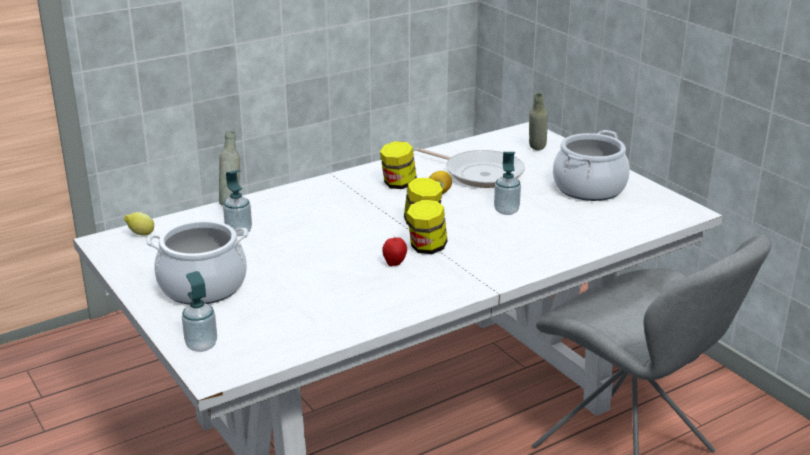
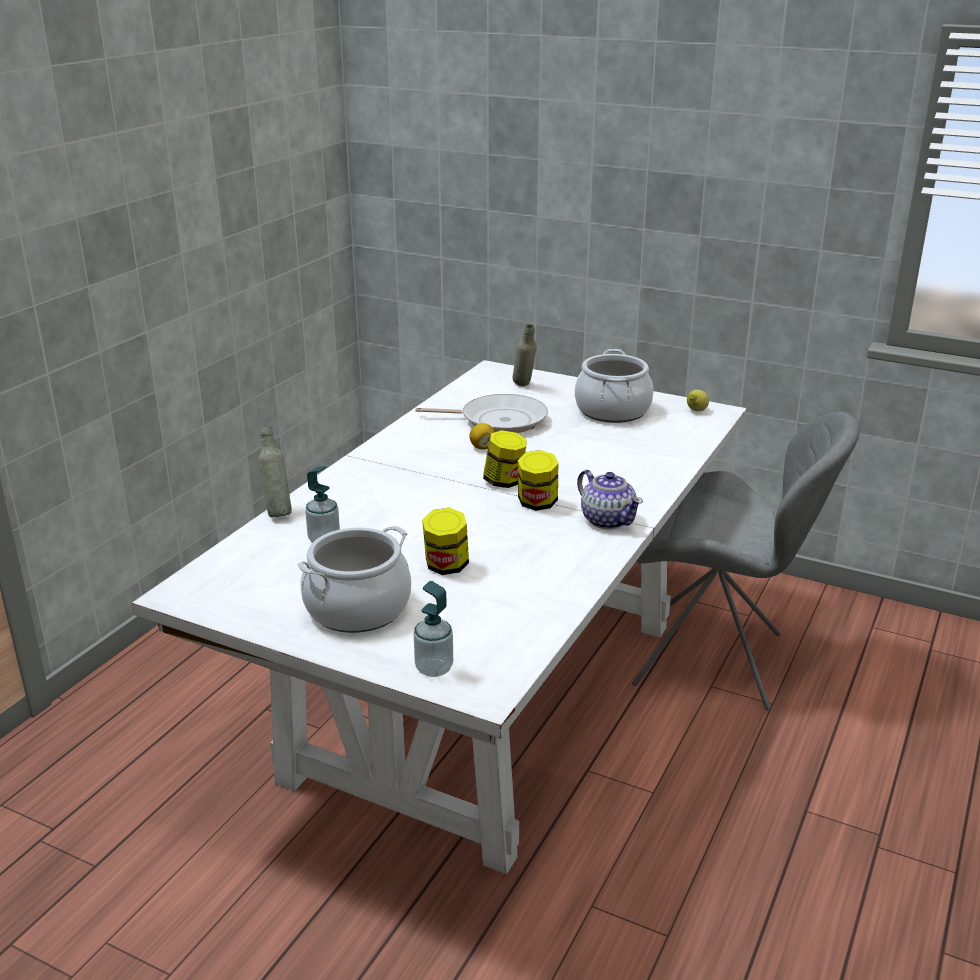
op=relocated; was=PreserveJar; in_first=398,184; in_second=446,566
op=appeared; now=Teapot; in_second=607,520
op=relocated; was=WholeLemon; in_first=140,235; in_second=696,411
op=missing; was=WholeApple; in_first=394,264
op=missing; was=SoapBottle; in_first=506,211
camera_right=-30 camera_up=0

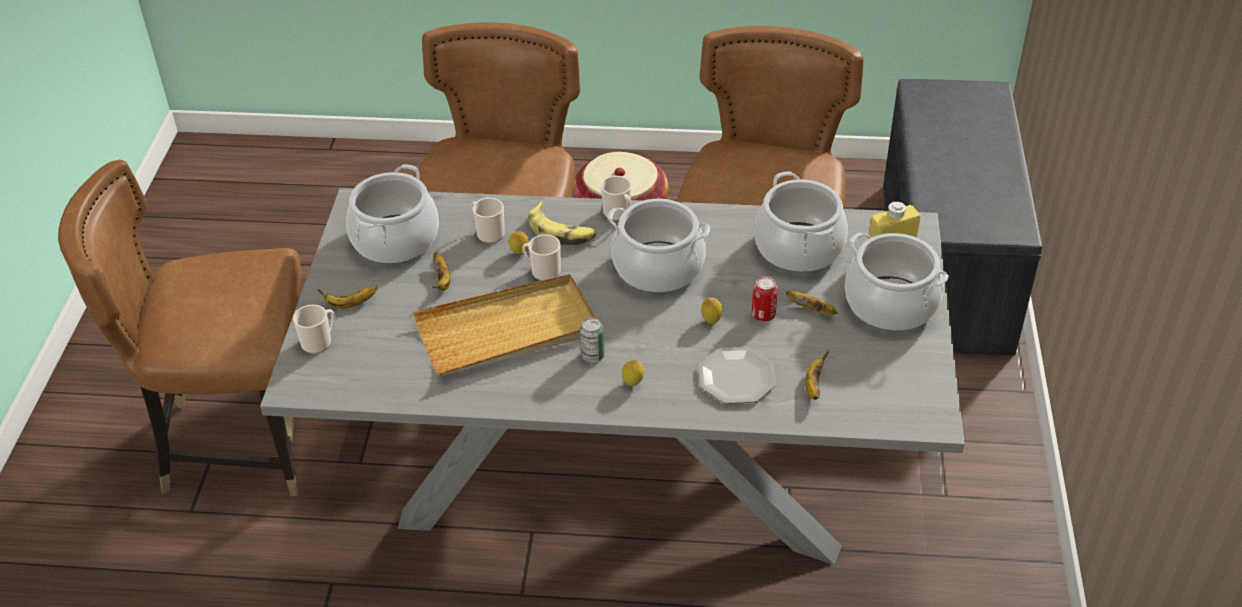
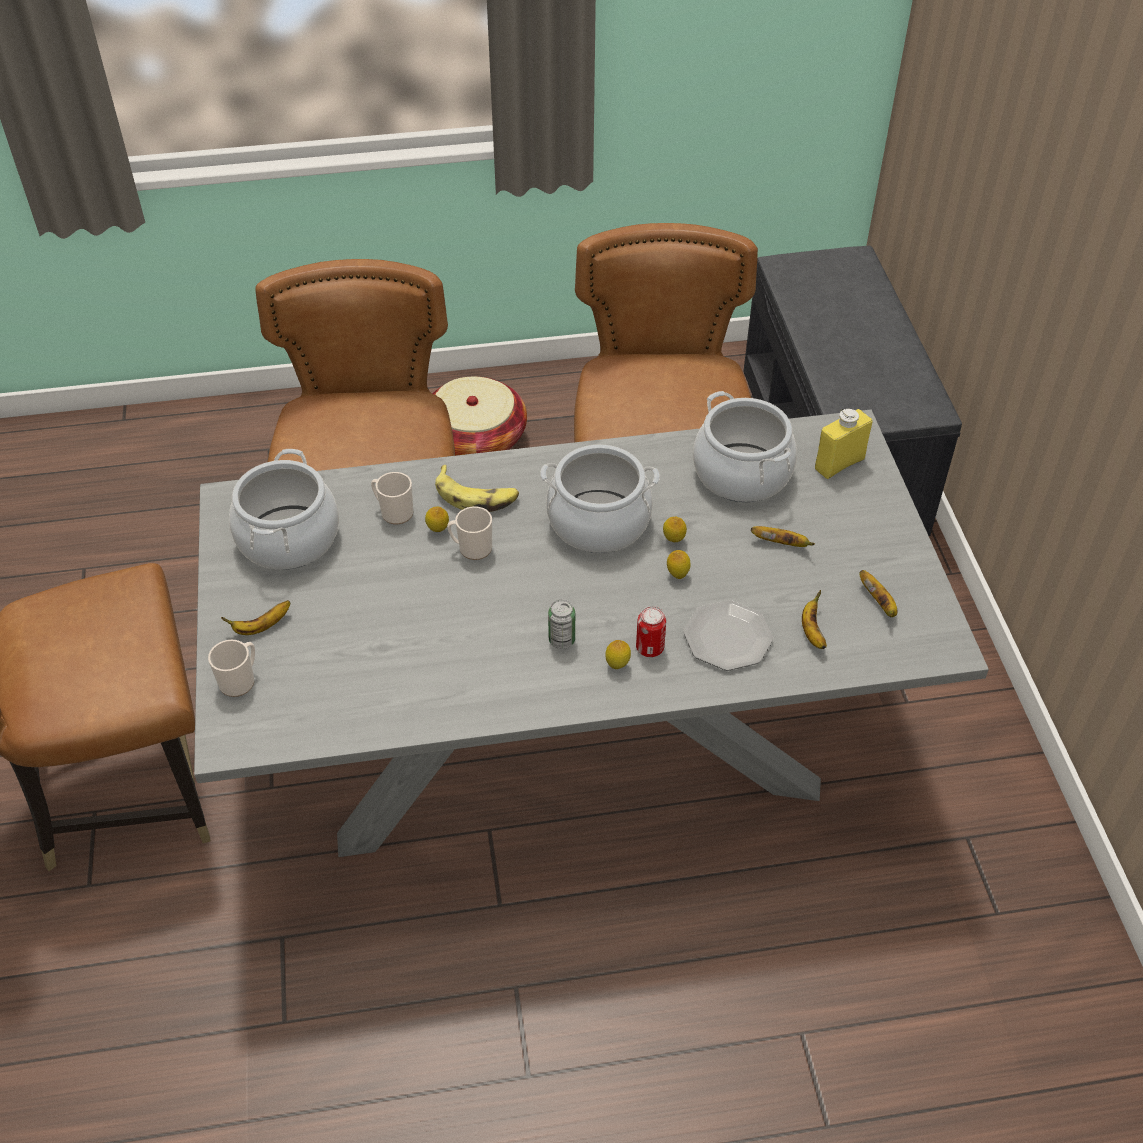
op=relocated; was=MetalCan; in_first=763,315; in_second=650,648
op=appeared; now=WholeLemon; in_second=673,540
op=relocated; was=Banana; in_first=442,280; in_second=879,603
op=missing; was=BeigeServingTray; in_first=508,330
op=missing; was=Mug; in_first=618,214
op=missing; was=CookingPot; in_first=891,304
camera_right=-15 camera_up=5

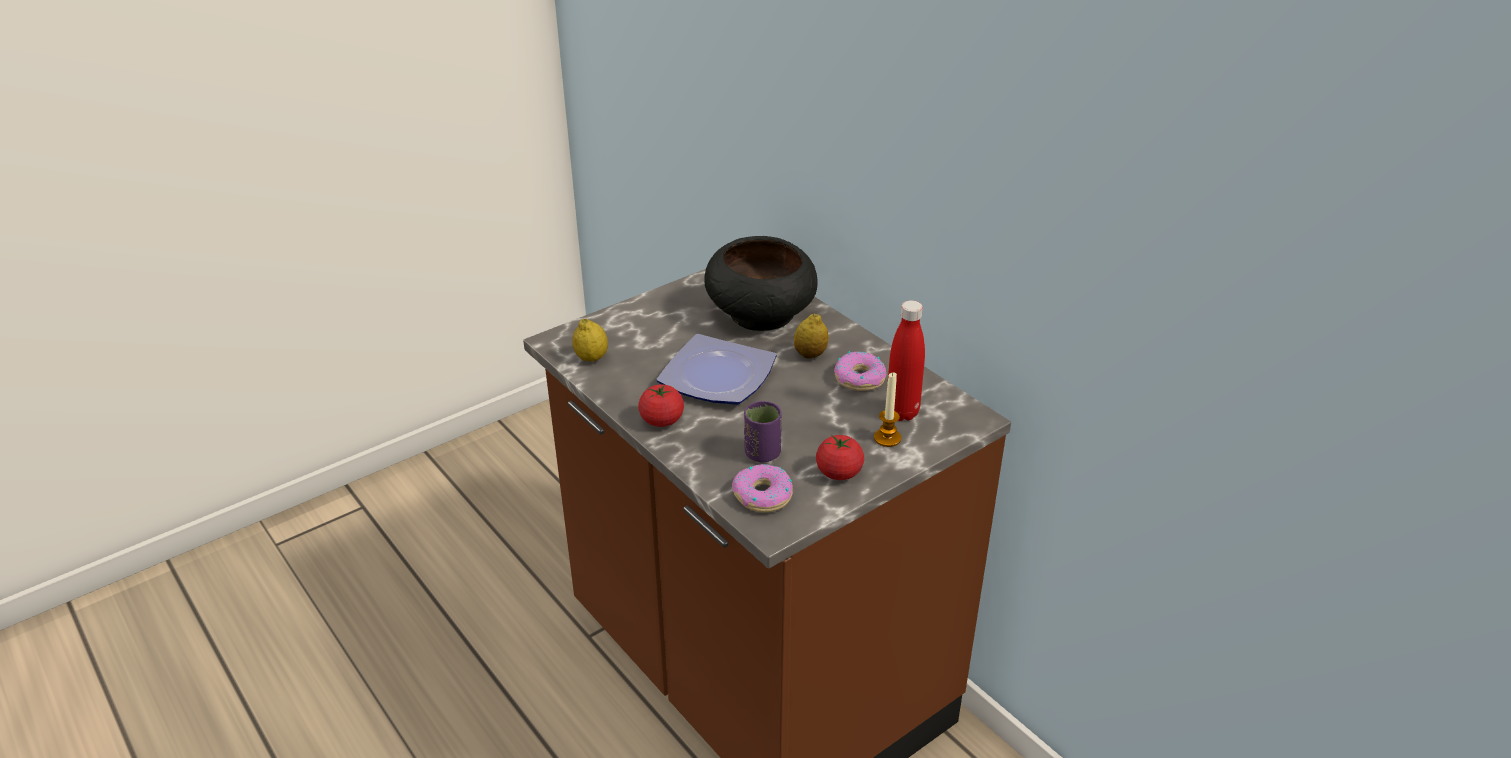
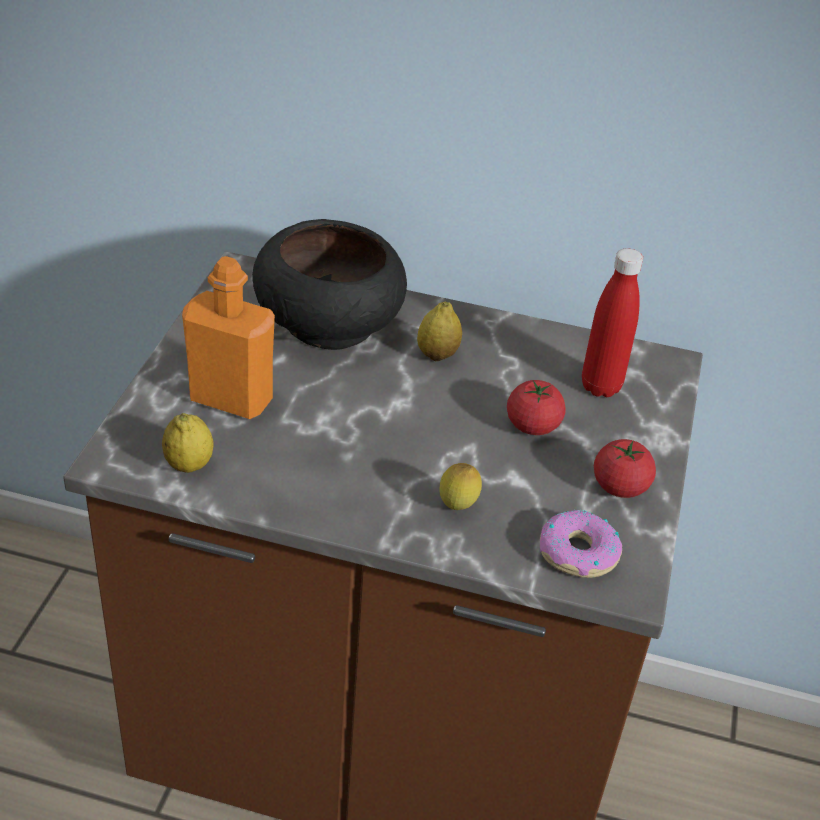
op=appeared; now=OrangeyBeverageBottle; in_second=231,399
op=appeared; now=WholeLemon; in_second=457,507
op=relocated; was=Tomato; in_first=662,420; in_second=532,426
op=missing; was=Plate; in_first=715,377
op=missing; was=PurpleColouredCup; in_first=762,454
op=missing; was=RingDoughnut; in_first=860,378
op=missing; was=WaxLight; in_first=887,438
camera_right=-40 camera_up=5

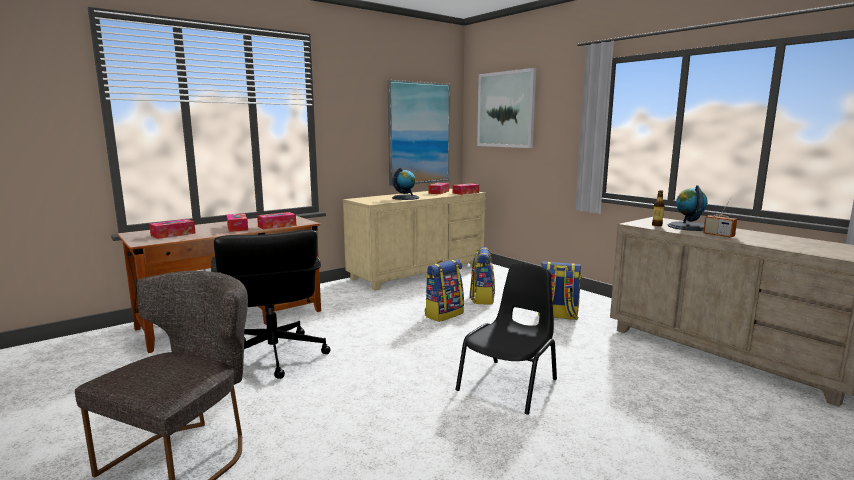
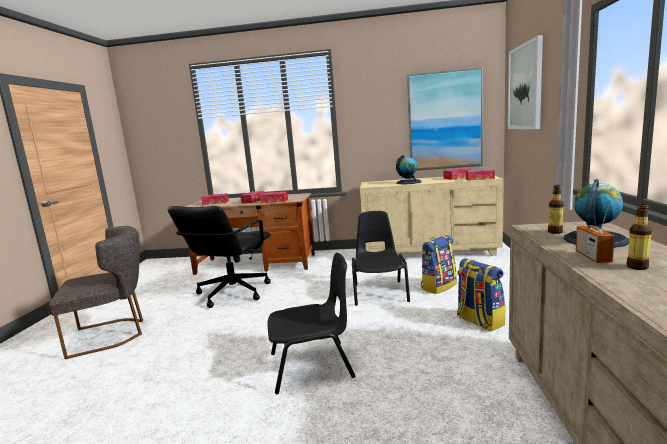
op=exchanged; was=Rucksack; now=BlackishChair; in_first=443,314; in_second=380,292
op=appeared; now=BeverageBottle; in_second=637,267
camera_right=45 camera_up=0

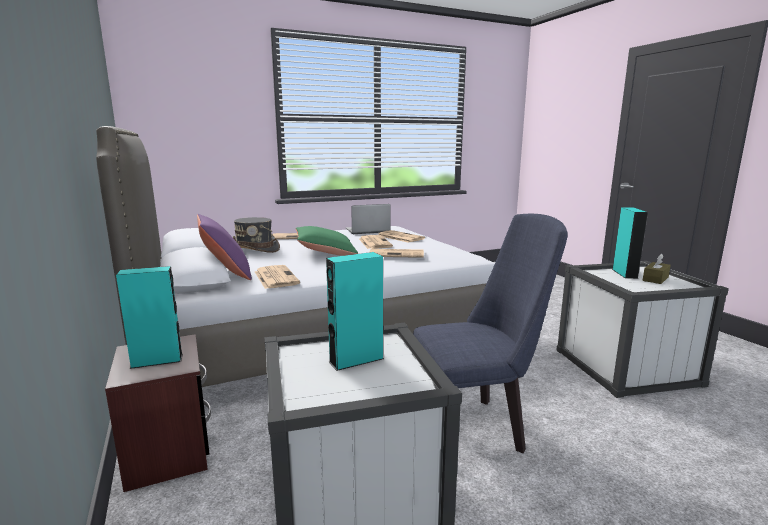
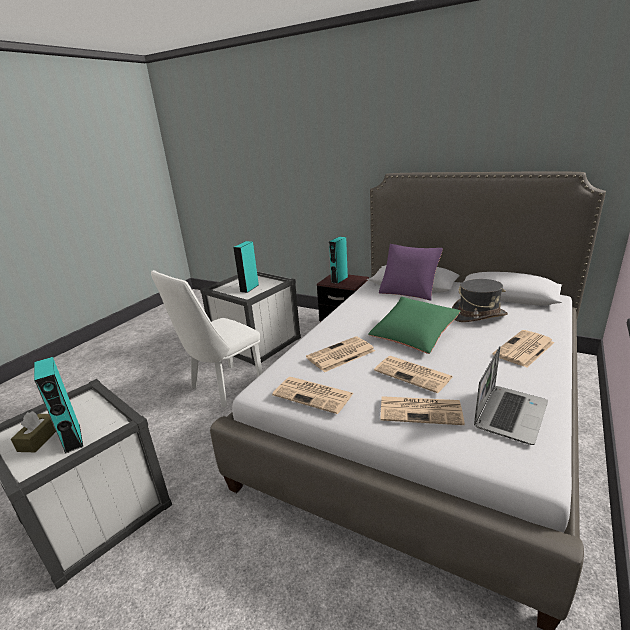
op=colour; was=BluishChair; now=WhiteChair; in_first=476,427; in_second=222,388
op=relocated; was=DailyPaper; in_first=275,277; in_second=314,395
camera_right=145 camera_up=10

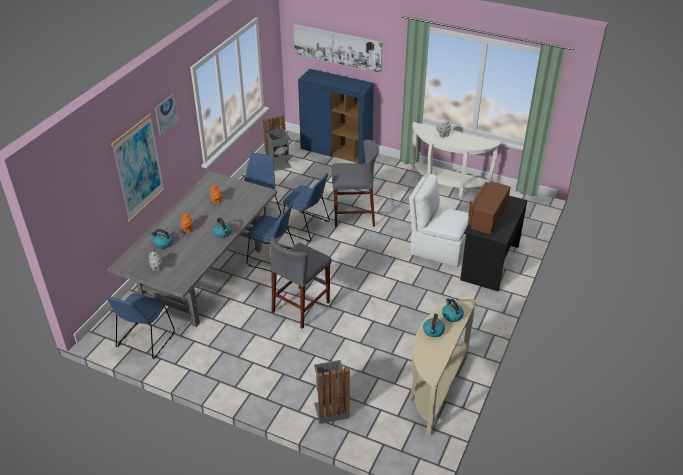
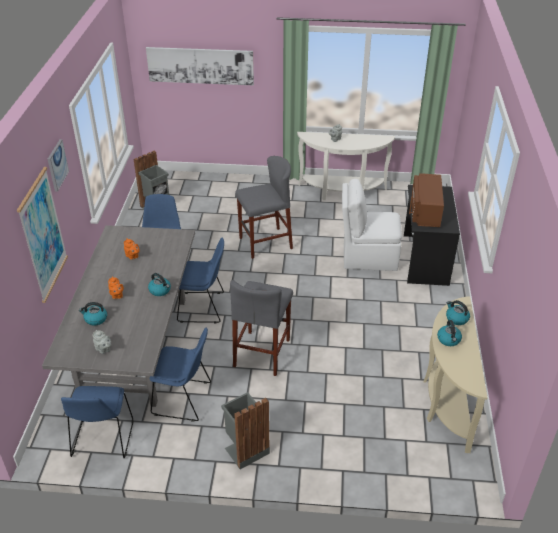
op=relocated; was=BluishChair; in_first=307,227; in_second=184,399
op=relocated; was=GrayRubbishBin; in_first=331,409; in_second=245,449
op=missing; was=BluishCabinet; in_first=337,152
camera_right=-20 camera_up=0

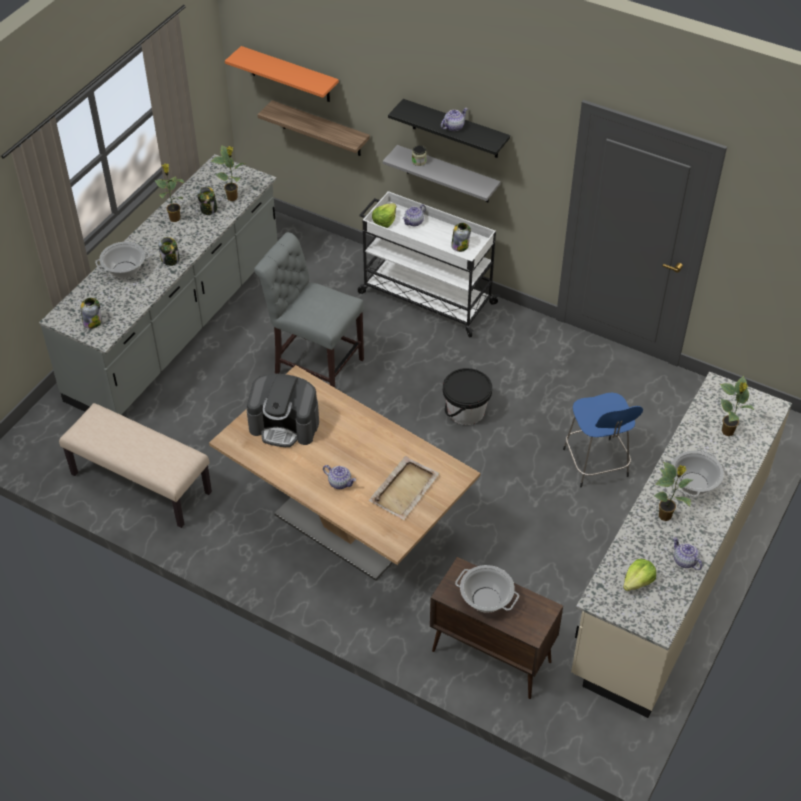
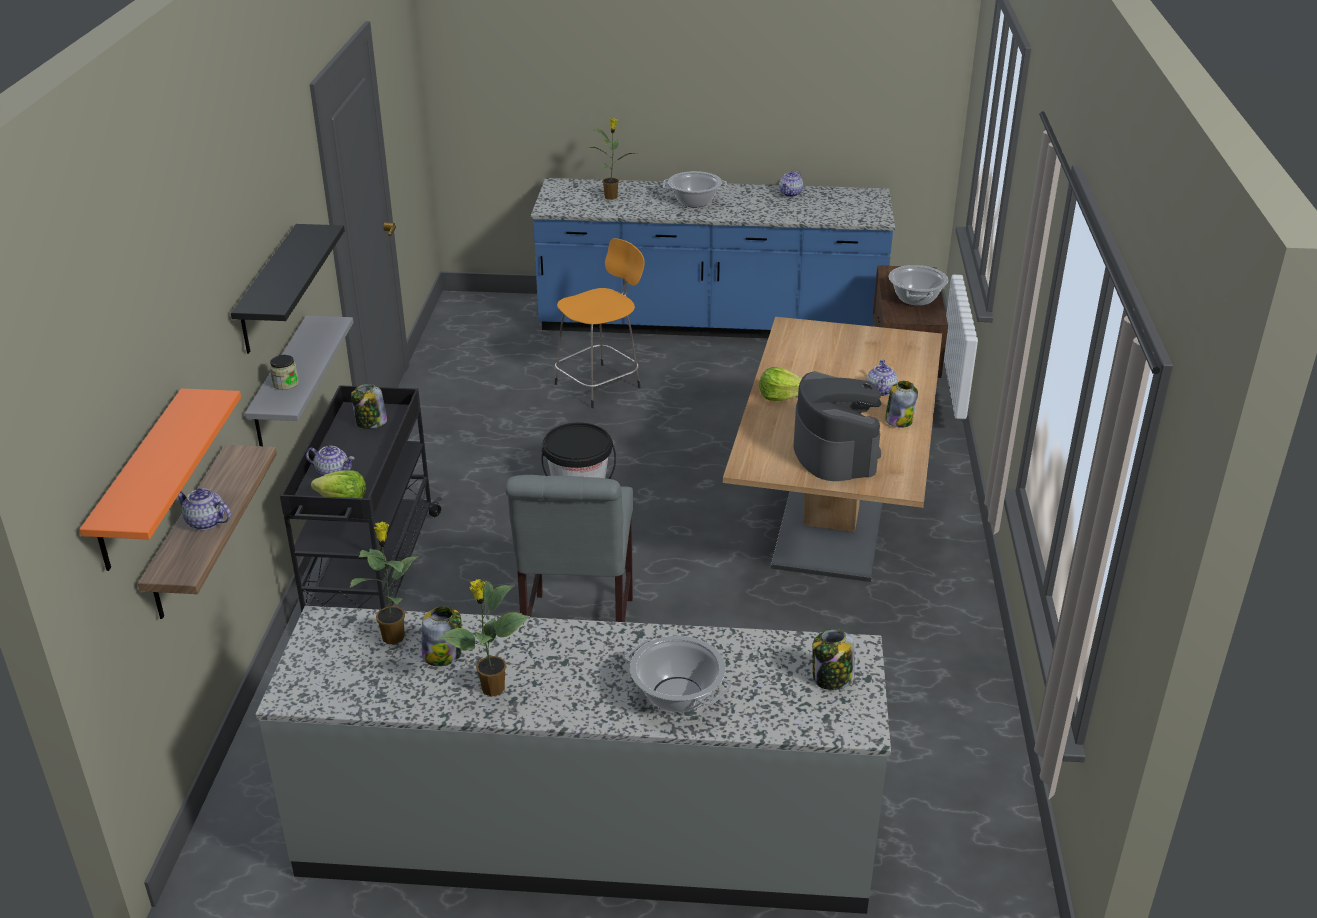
op=relocated; was=Teapot; in_first=453,126; in_second=205,522
op=colour; was=WhiteWheeledCart; now=BlackishWheeledCart; in_first=425,297; in_second=371,574
op=colour; was=BeigeKitchenCounter; now=BluishKitchenCounter; in_first=670,574; in_second=710,324
op=colour; was=BluishSittingStool; now=OrangeySittingStool; in_first=596,464; in_second=600,385
op=relocated; was=HeadOfLettuce; in_first=638,582; in_second=781,396
op=relocated; was=PreserveJar; in_first=170,259; in_second=899,420
op=missing; was=BeigeIndoorBench; in_first=140,484
op=missing; was=BeigeServingTray; in_first=405,489
op=missing; was=PottedPlant; in_first=666,516
camera_right=-115 camera_up=-15

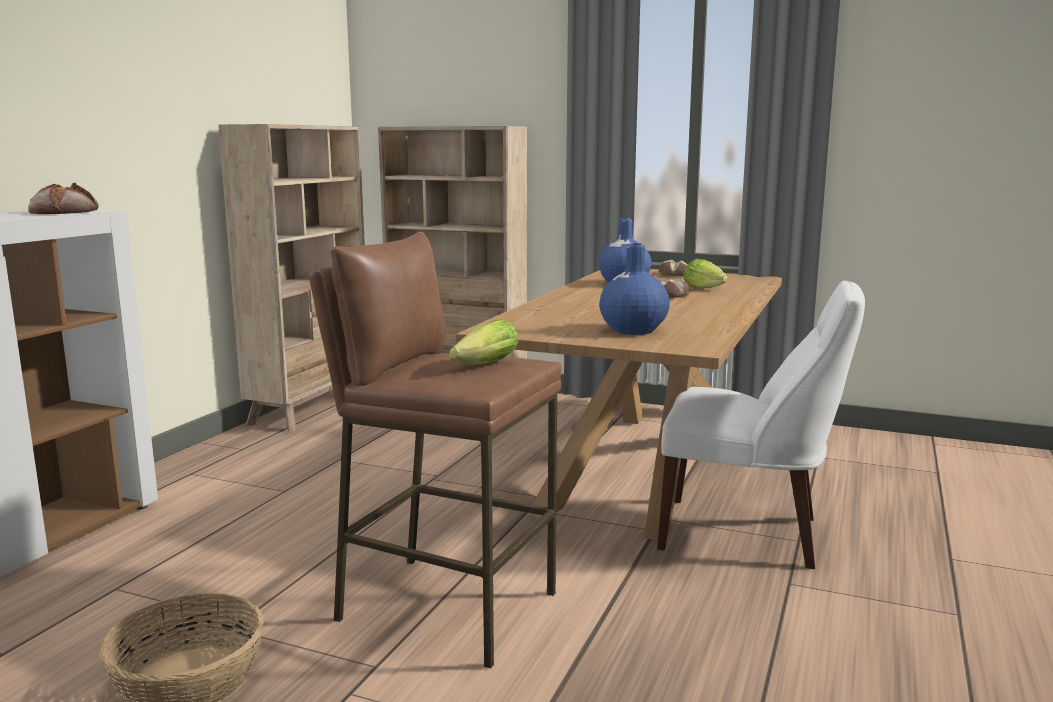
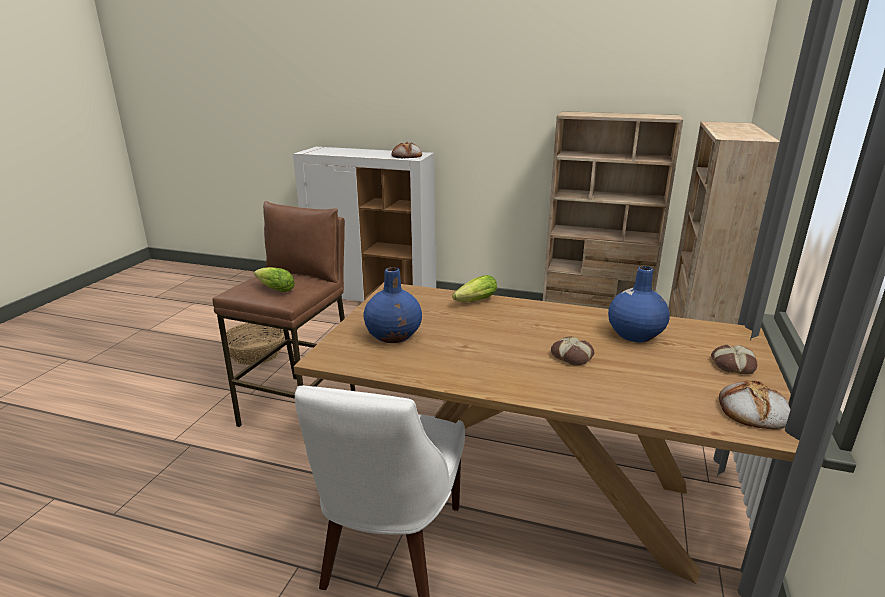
op=relocated; was=HeadOfLettuce; in_first=705,288; in_second=473,302
op=appeared; now=Bread; in_second=752,411
camera_right=85 camera_up=10

